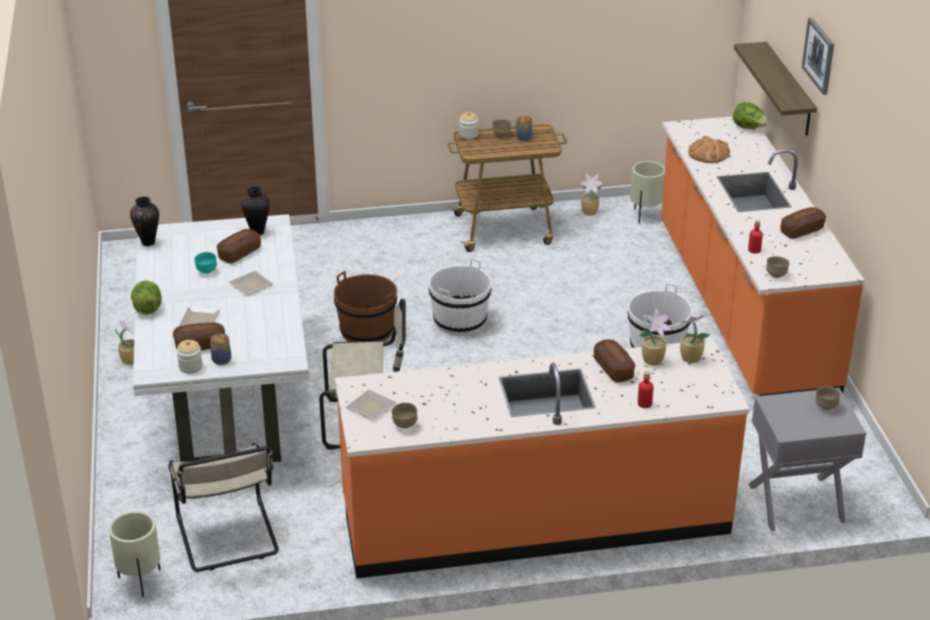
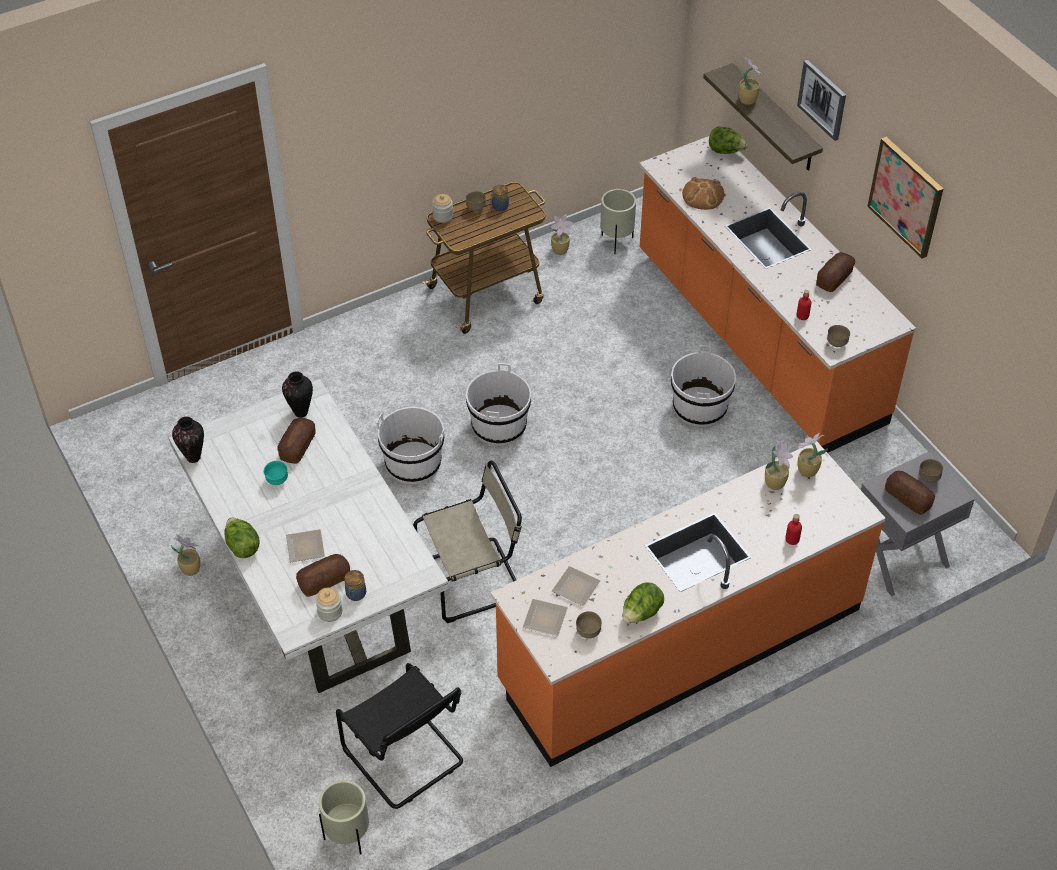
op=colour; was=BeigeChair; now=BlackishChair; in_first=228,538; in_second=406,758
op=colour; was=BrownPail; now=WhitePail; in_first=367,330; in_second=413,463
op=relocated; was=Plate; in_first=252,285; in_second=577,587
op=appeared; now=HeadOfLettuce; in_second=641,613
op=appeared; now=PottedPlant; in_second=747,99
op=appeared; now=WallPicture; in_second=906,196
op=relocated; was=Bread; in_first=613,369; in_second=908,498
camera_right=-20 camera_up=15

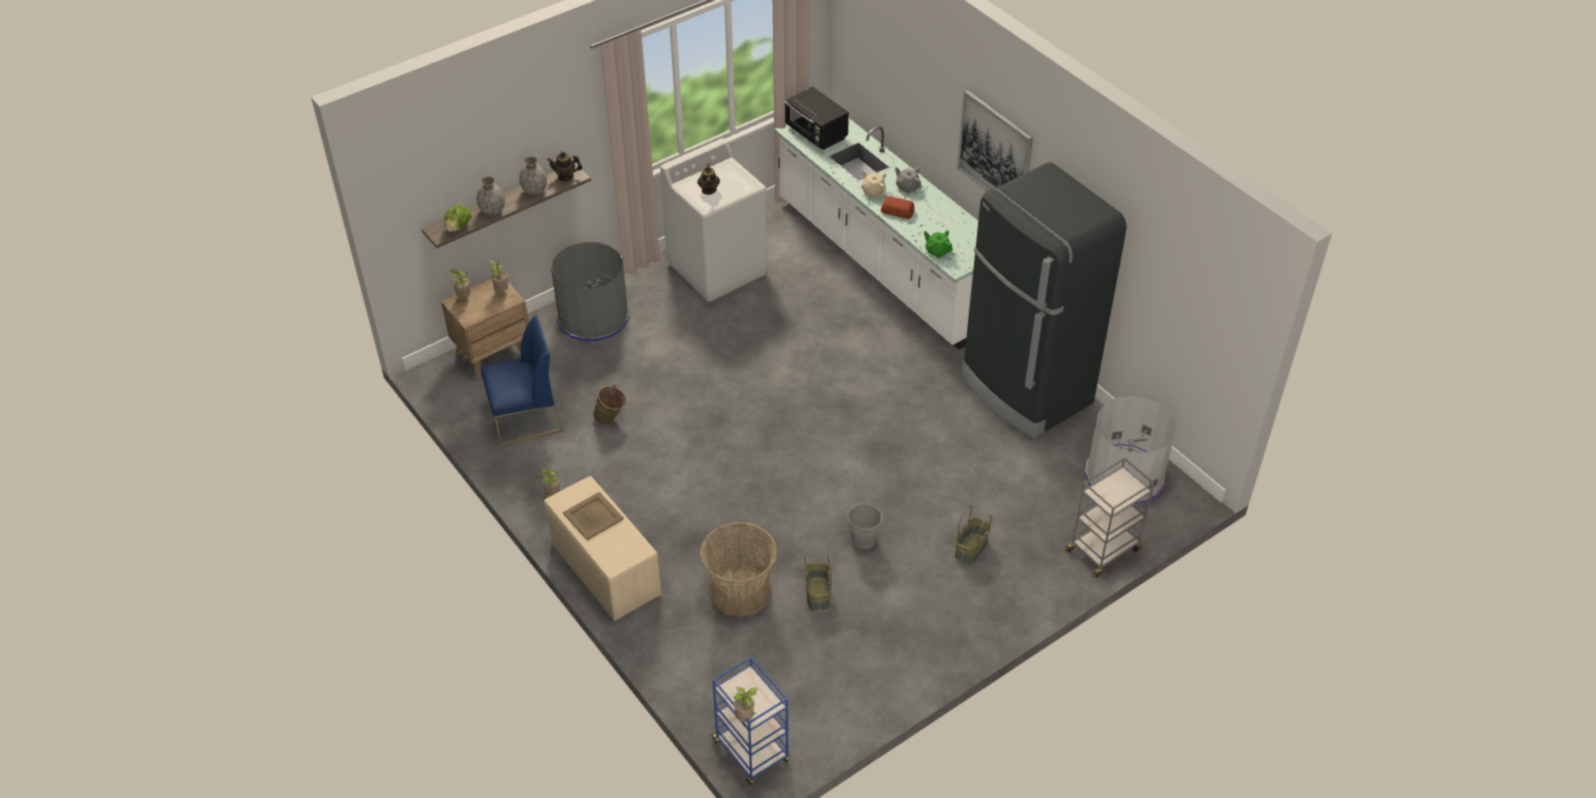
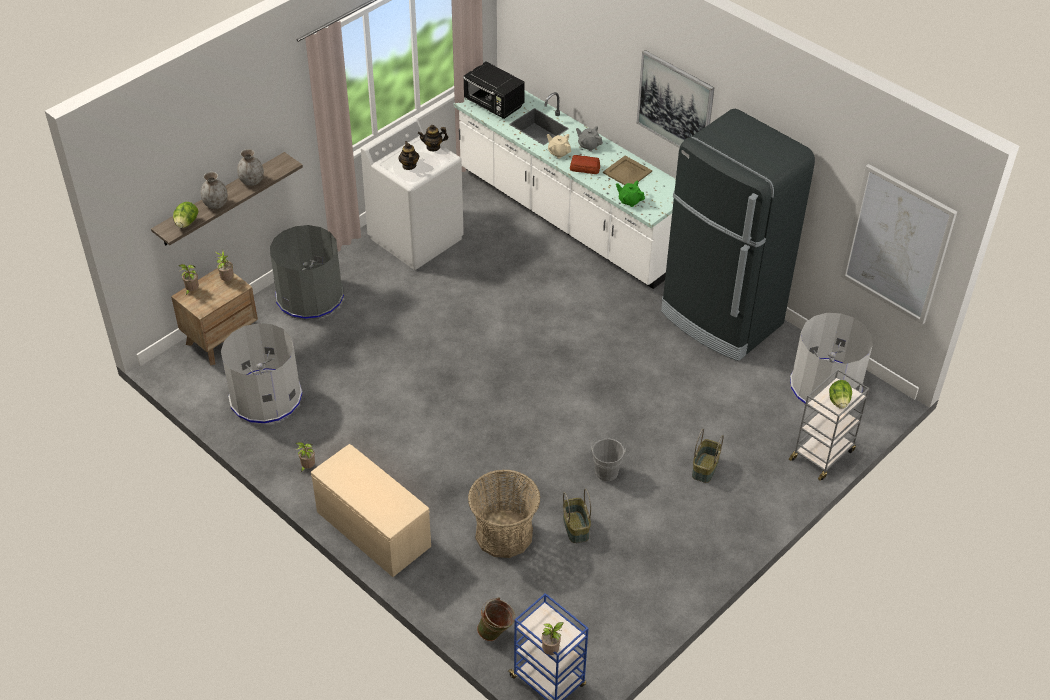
op=exchanged; was=BluishChair; now=GrayRubbishBin; in_first=525,418; in_second=266,397
op=relocated; was=Teapot; in_first=566,176; in_second=433,147
op=relocated; was=GreenPail; in_first=611,419; in_second=496,633
op=relocated; was=BeigeServingTray; in_first=593,516; in_second=627,172
op=appeared; now=HeadOfLettuce; in_second=839,401
op=appeared; now=WallPicture; in_second=897,244
camera_right=-10 camera_up=0

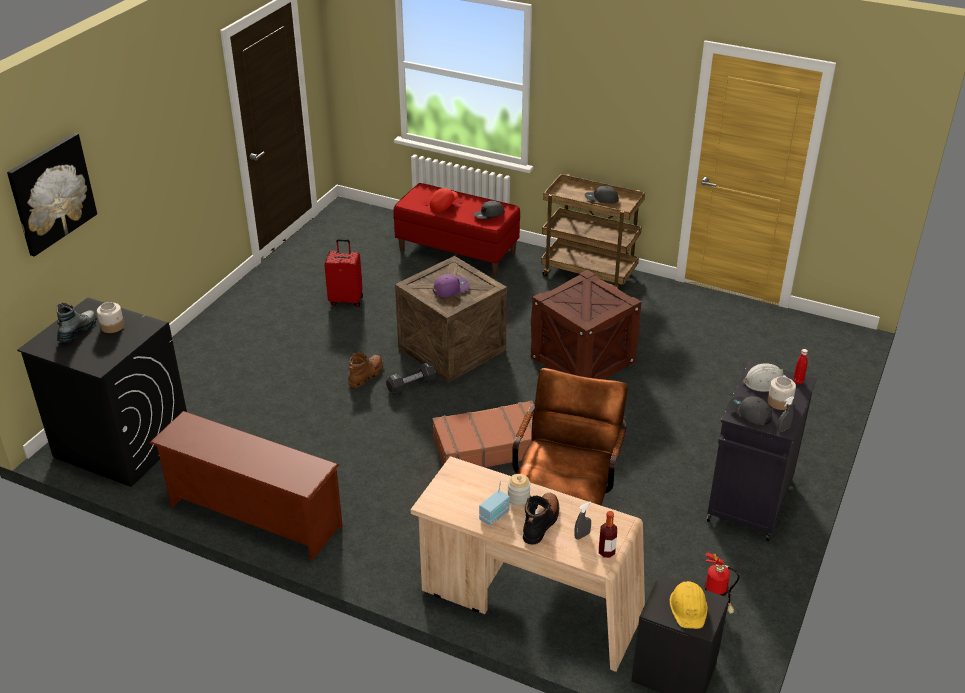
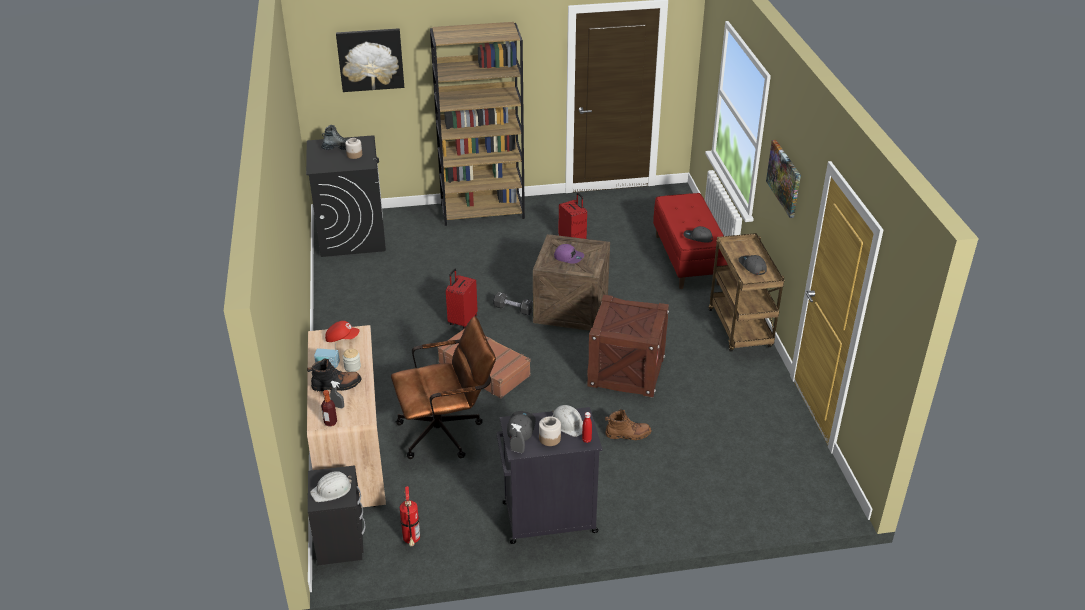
op=colour; was=YellowColouredSafetyHelmet; now=WhiteSafetyHelmet; in_first=688,608; in_second=332,490
op=relocated; was=RedBaseballCap; in_first=443,205; in_second=342,338
op=appeared; now=BrownBookshelf; in_second=483,211
op=appeared; now=RedPieceOfLuggage; in_second=462,320
op=relocated; was=BrownHighTopBoot; in_first=366,375; in_second=628,434
op=appeared; now=WallPicture; in_second=784,178
op=missing; was=BrownShoeStand; in_first=253,516
camera_right=55 camera_up=0

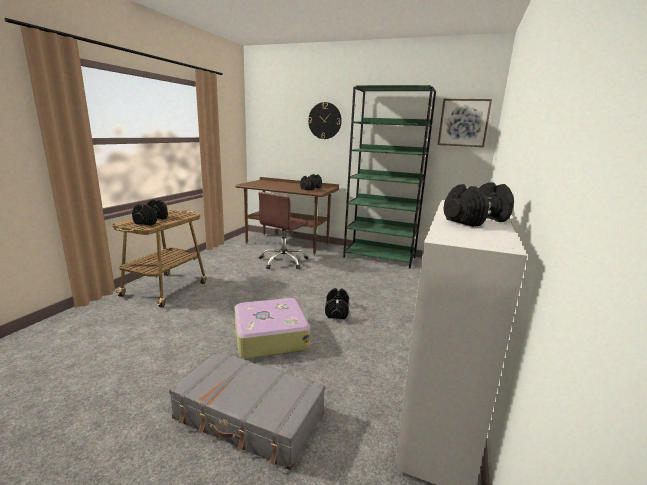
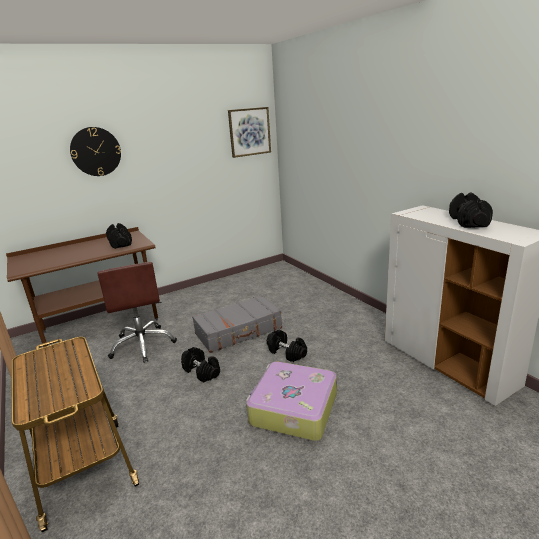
op=relocated; was=BlackishDumbbell; in_first=151,221; in_second=201,372
op=relocated; was=GrayPieceOfLuggage; in_first=249,417; in_second=239,331
op=missing; was=GreenBookshelf; in_first=380,257
camera_right=-50 camera_up=5

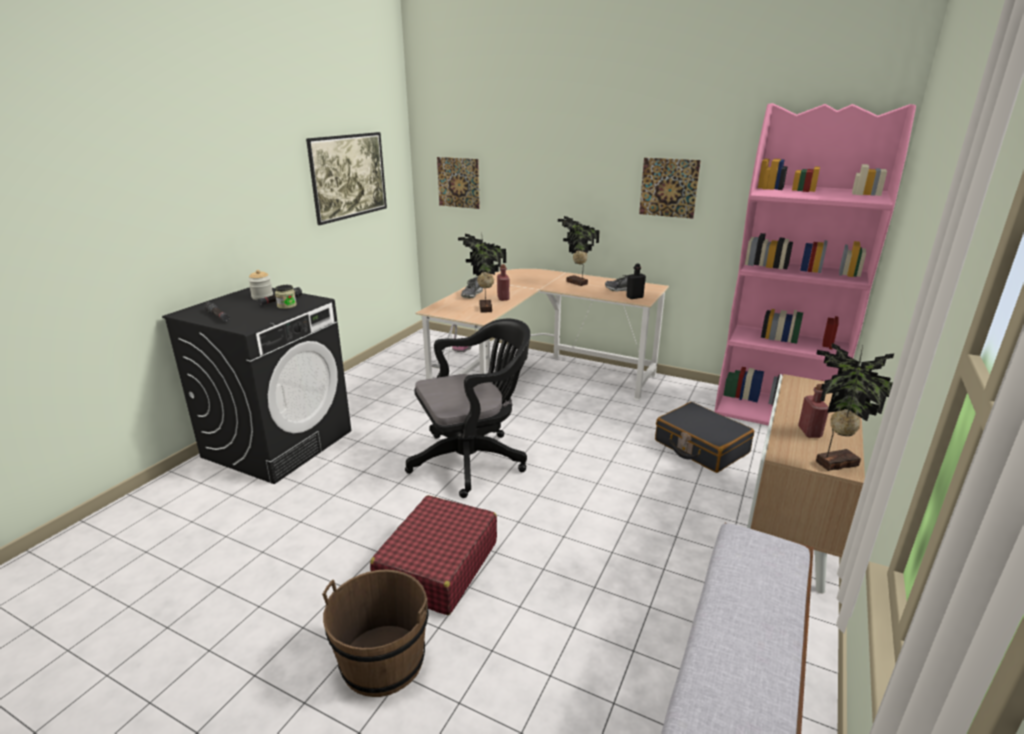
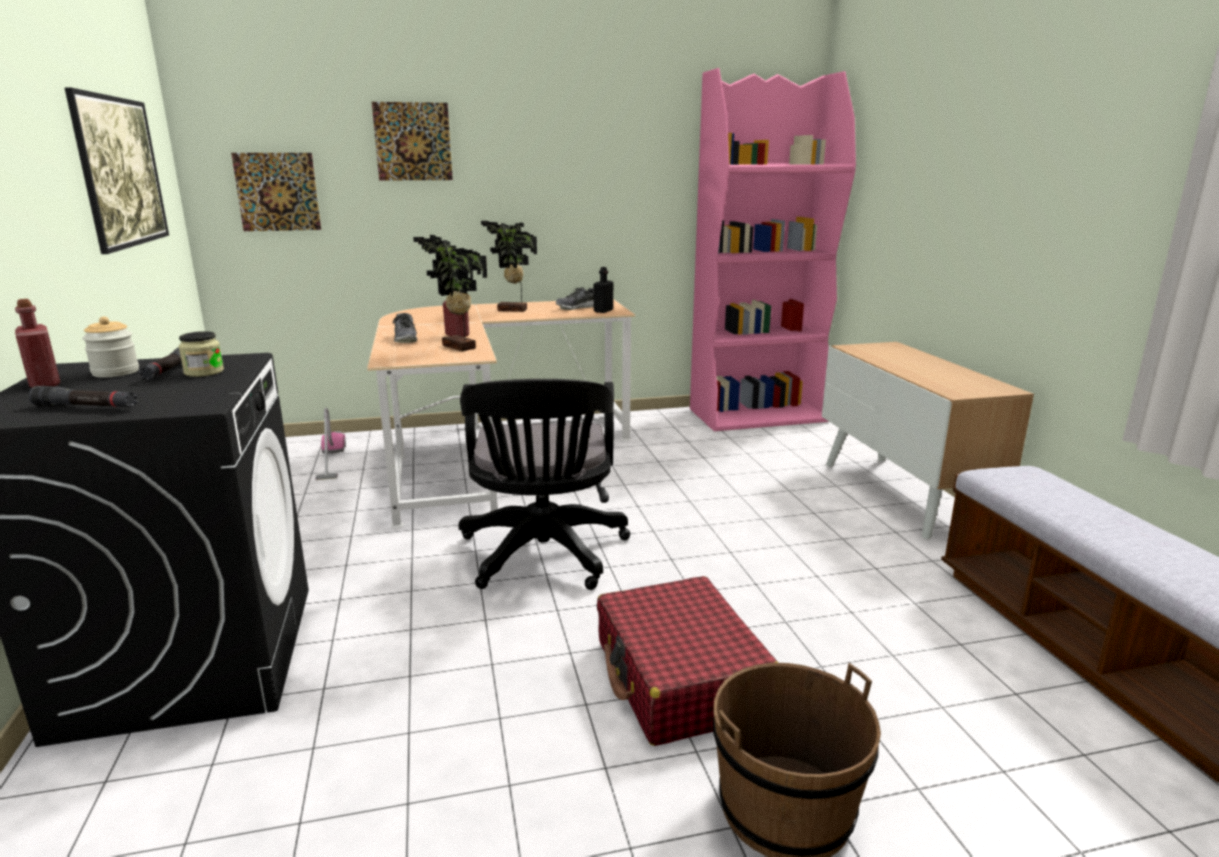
op=relocated; was=RedBeverageBottle; in_first=809,432; in_second=45,383
op=relocated; was=WallPicture; in_first=668,188; in_second=413,141
op=spun; was=BlackishComputerChair; in_first=473,460; in_second=543,556; clockwise=150
op=missing; was=BlackishPieceOfLuggage; in_first=700,447
op=missing; was=PottedPlant; in_first=834,462
camera_right=-40 camera_up=-5

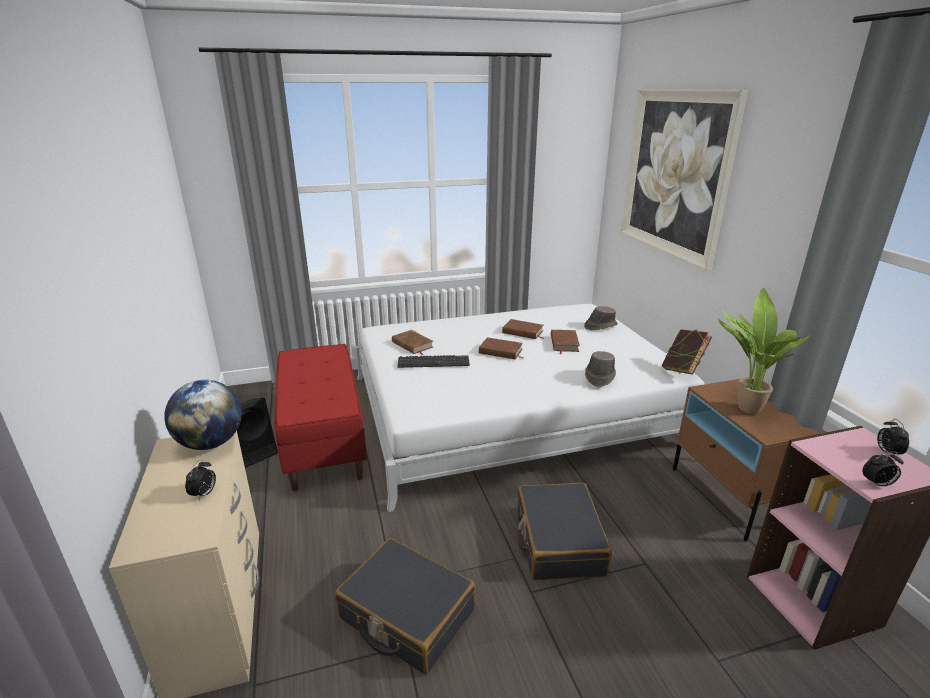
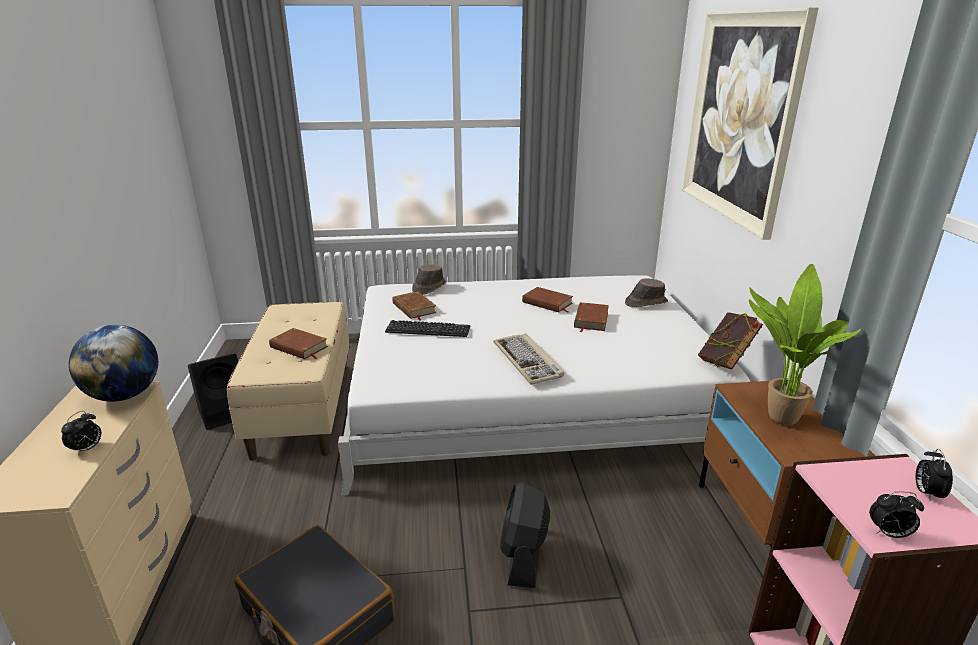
op=colour; was=RedIndoorBench; now=BeigeIndoorBench; in_first=324,440; in_second=304,408
op=relocated; was=BrownVolume; in_first=500,351; in_second=299,347
op=relocated; was=BrownHat; in_first=599,376; in_second=428,288
op=appeared; now=Keyboard; in_second=528,361
op=exchanged; was=BlackishPieceOfLuggage; now=BlackishCoolingFan; in_first=558,541; in_second=523,555
camera_right=10 camera_up=0

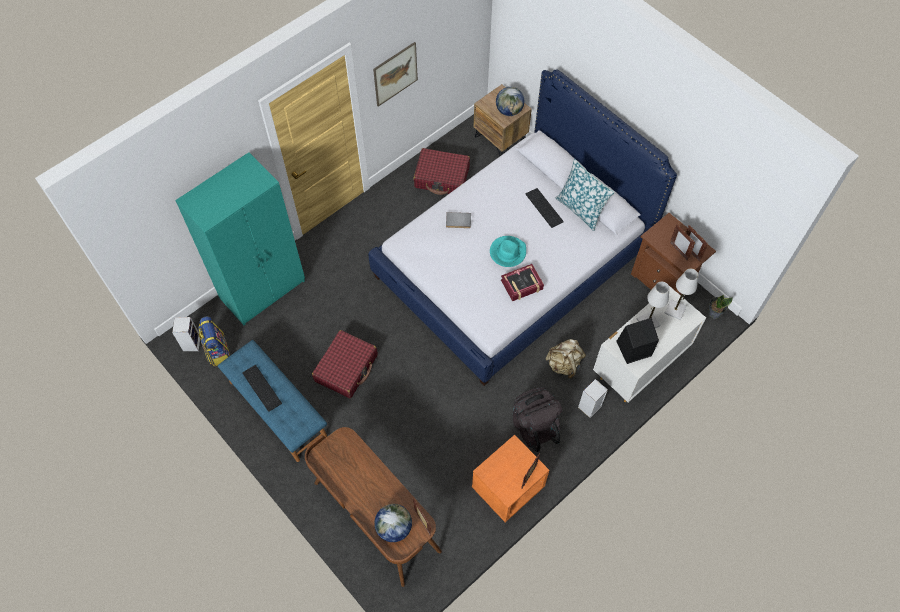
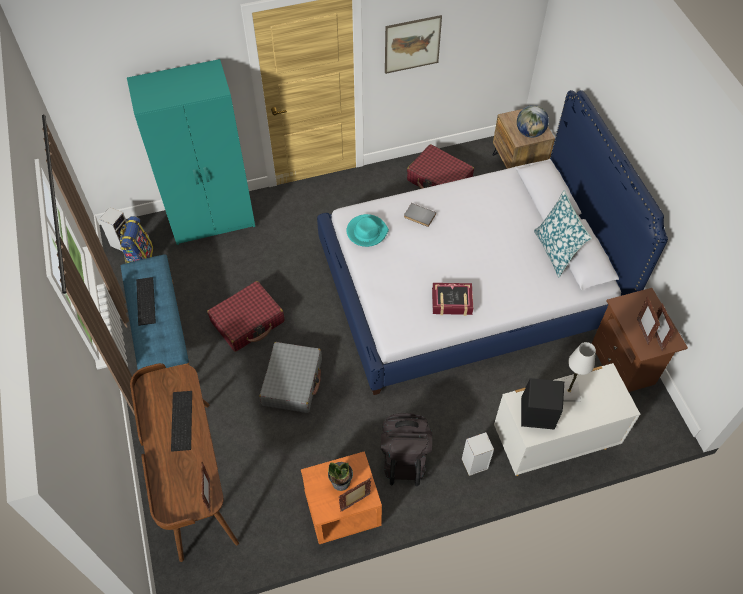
op=relocated; was=Keyboard; in_first=543,208; in_second=180,420
op=appeared; now=GrayPieceOfLuggage; in_second=292,382
op=relocated; was=PottedPlant; in_first=714,312; in_second=341,482
op=relocated; was=TurquoiseHat; in_first=507,252; in_second=366,232
op=missing; was=Globe; in_first=394,527
op=missing; was=BeigeRucksack; in_first=564,364
op=missing; was=WhiteTableLamp; in_first=675,310
camera_right=25 camera_up=-5

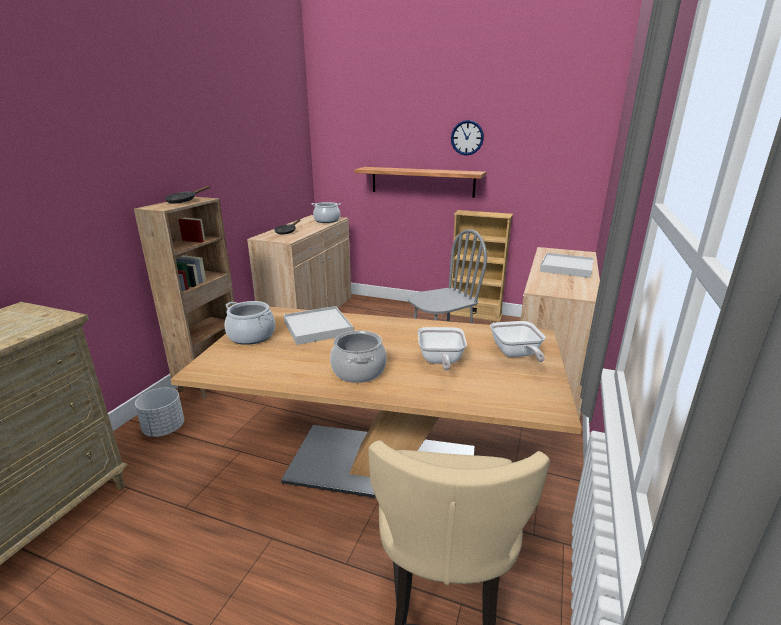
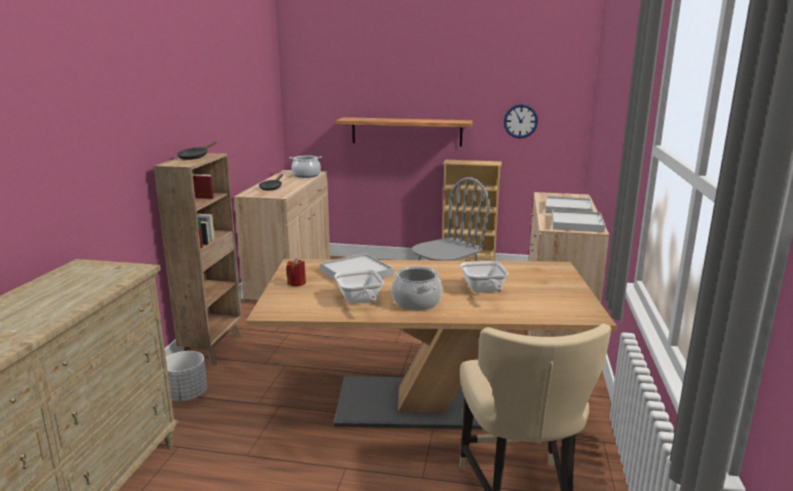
op=exchanged; was=CookingPot; now=RedWaxLight; in_first=251,336; in_second=297,283
op=relocated; was=Pan; in_first=516,354; in_second=360,301
op=relocated; was=ClockOnTheWall; in_first=467,138; in_second=520,121
op=appeared; now=WhiteServingTray; in_second=576,224
camera_right=-10 camera_up=-5

